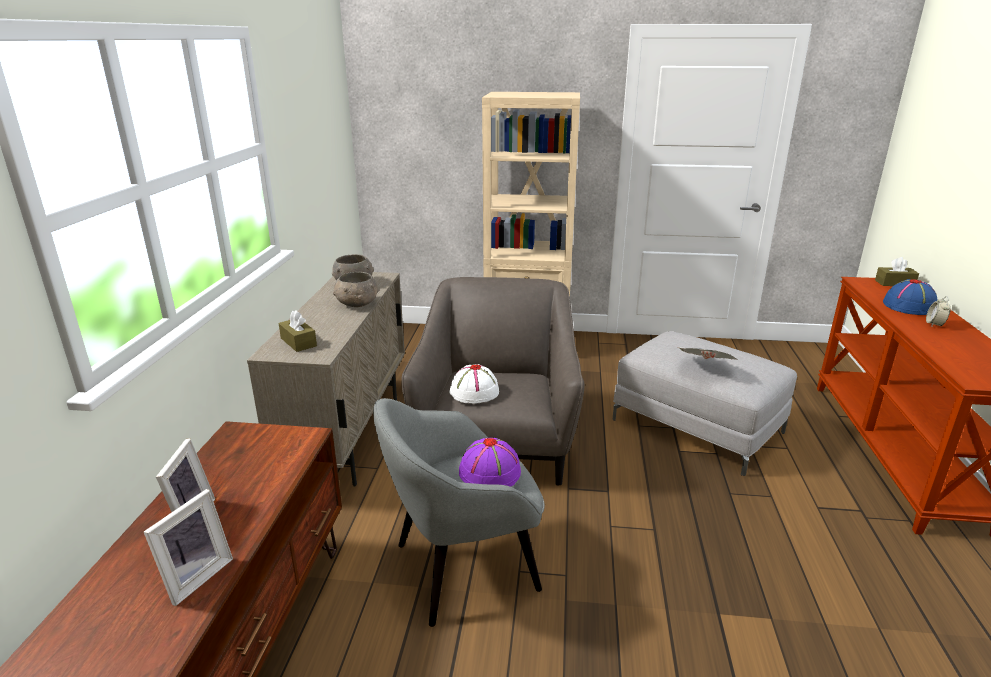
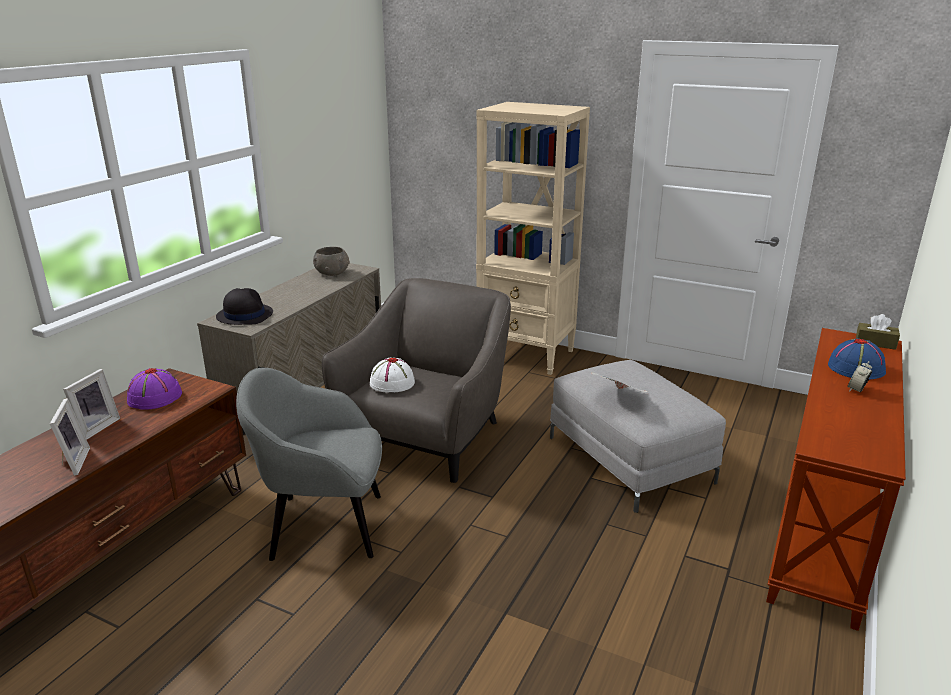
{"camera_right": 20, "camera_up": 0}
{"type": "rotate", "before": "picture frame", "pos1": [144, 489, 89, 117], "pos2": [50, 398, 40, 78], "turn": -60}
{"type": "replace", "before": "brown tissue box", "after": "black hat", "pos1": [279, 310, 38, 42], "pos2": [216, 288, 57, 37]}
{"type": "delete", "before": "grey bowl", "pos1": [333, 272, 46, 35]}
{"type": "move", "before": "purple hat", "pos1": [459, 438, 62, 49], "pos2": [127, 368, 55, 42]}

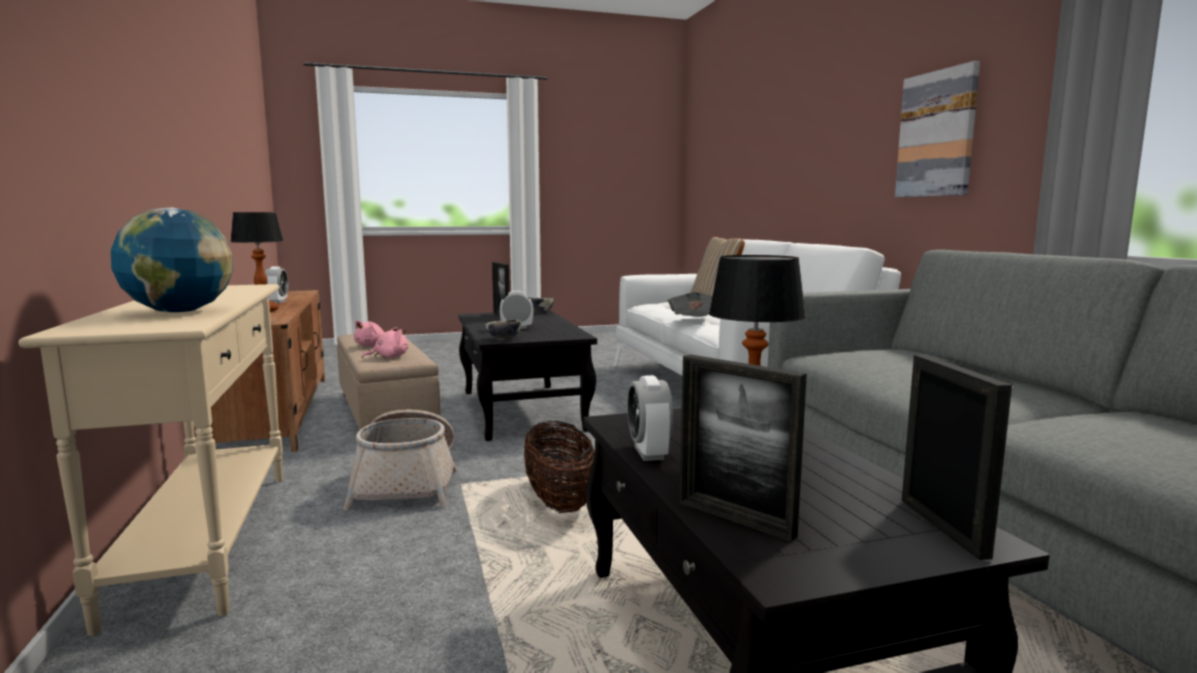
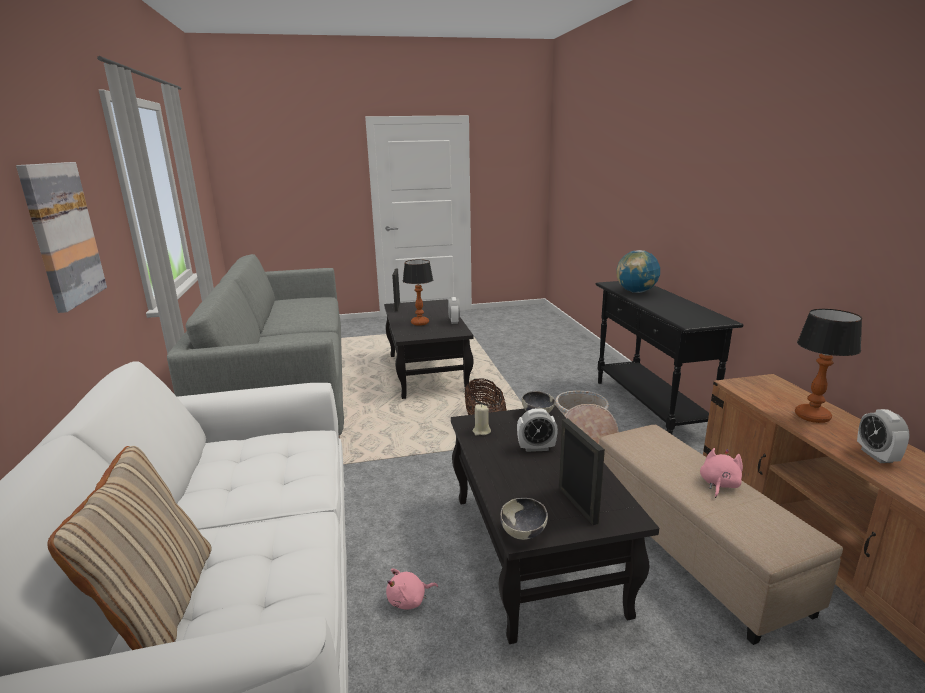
{"camera_right": -175, "camera_up": 10}
{"type": "recolor", "before": "beige console table", "after": "black console table", "pos1": [18, 284, 265, 352], "pos2": [596, 281, 147, 153]}
{"type": "move", "before": "pink plush toy", "pos1": [362, 327, 46, 31], "pos2": [386, 569, 52, 41]}
{"type": "delete", "before": "newspaper", "pos1": [667, 293, 45, 24]}
{"type": "delete", "before": "picture frame", "pos1": [680, 354, 127, 188]}
{"type": "insert", "after": "beige candle", "pos2": [472, 404, 19, 32]}

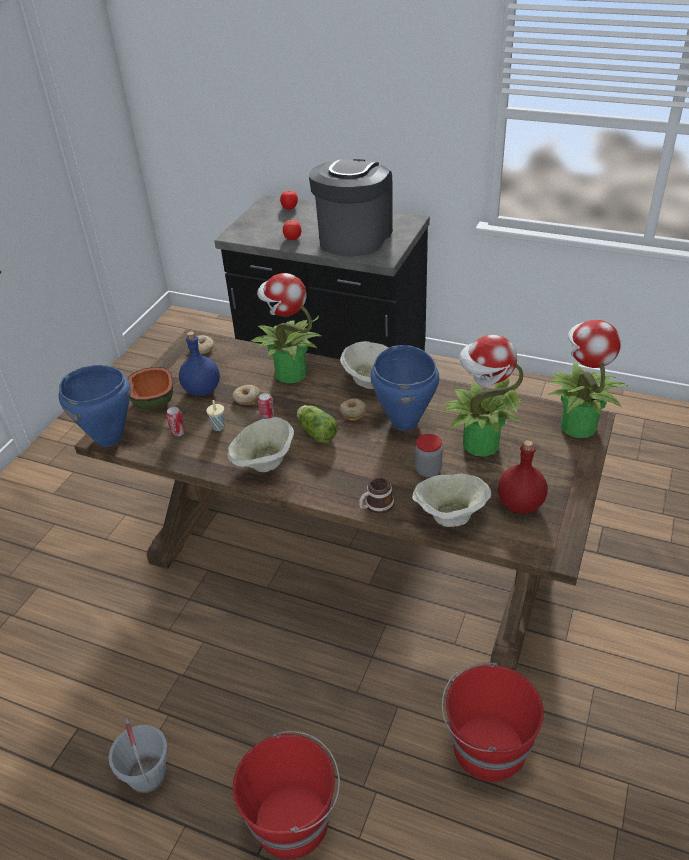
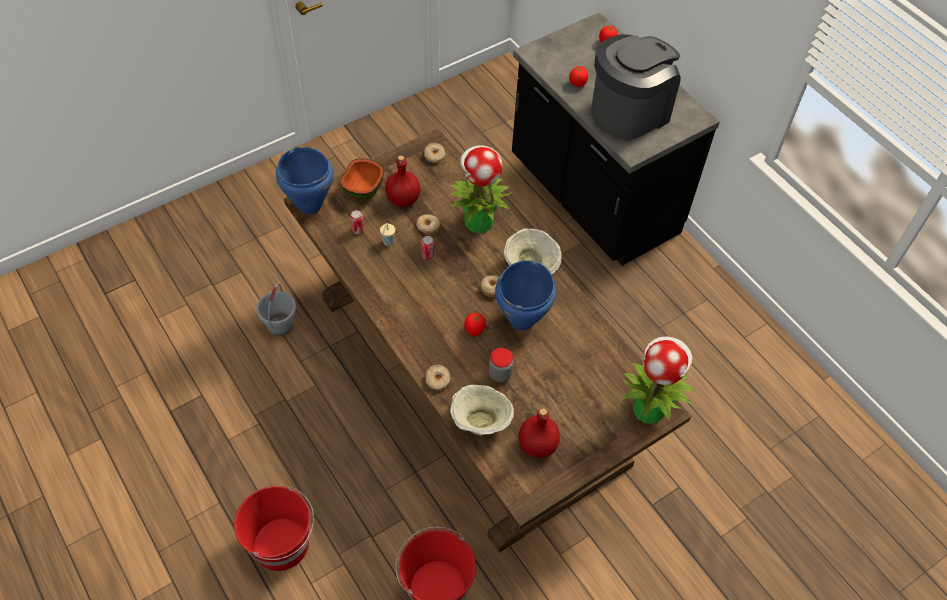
{"camera_right": 30, "camera_up": 15}
{"type": "move", "before": "grey bucket", "pos1": [109, 717, 59, 76], "pos2": [256, 283, 40, 53]}
{"type": "recolor", "before": "blue bottle", "after": "red bottle", "pos1": [179, 331, 41, 65], "pos2": [385, 155, 36, 52]}
{"type": "delete", "before": "beige bowl", "pos1": [228, 417, 66, 55]}
{"type": "delete", "before": "lettuce", "pos1": [297, 405, 41, 38]}
{"type": "replace", "before": "mug", "after": "donut", "pos1": [359, 478, 35, 36], "pos2": [425, 365, 25, 25]}
{"type": "delete", "before": "potted plant", "pos1": [443, 335, 80, 122]}
{"type": "insert", "after": "tomato", "pos2": [464, 313, 22, 23]}

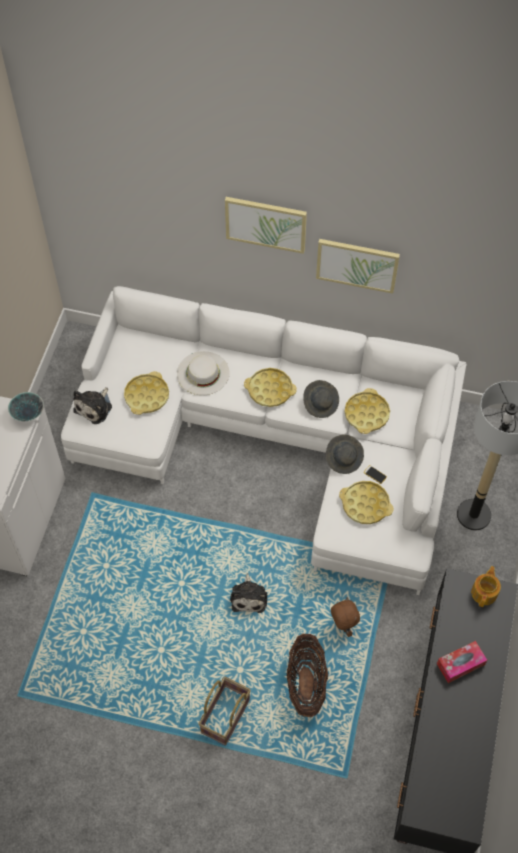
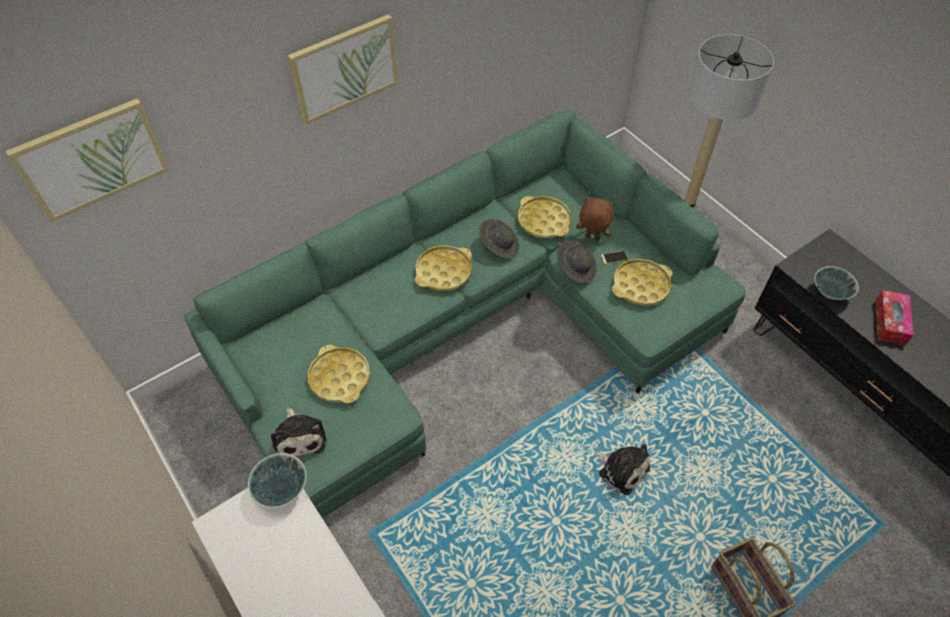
{"camera_right": -50, "camera_up": -5}
{"type": "recolor", "before": "white sofa", "after": "green sofa", "pos1": [61, 286, 406, 309], "pos2": [184, 110, 562, 408]}
{"type": "delete", "before": "white hat", "pos1": [177, 351, 53, 44]}
{"type": "delete", "before": "basket", "pos1": [286, 634, 42, 83]}
{"type": "move", "before": "picture", "pos1": [316, 239, 84, 55], "pos2": [6, 98, 163, 124]}
{"type": "move", "before": "brown plush toy", "pos1": [331, 598, 29, 39], "pos2": [576, 197, 39, 44]}
{"type": "delete", "before": "teapot", "pos1": [471, 566, 30, 41]}
{"type": "insert", "after": "bowl", "pos2": [814, 266, 45, 34]}

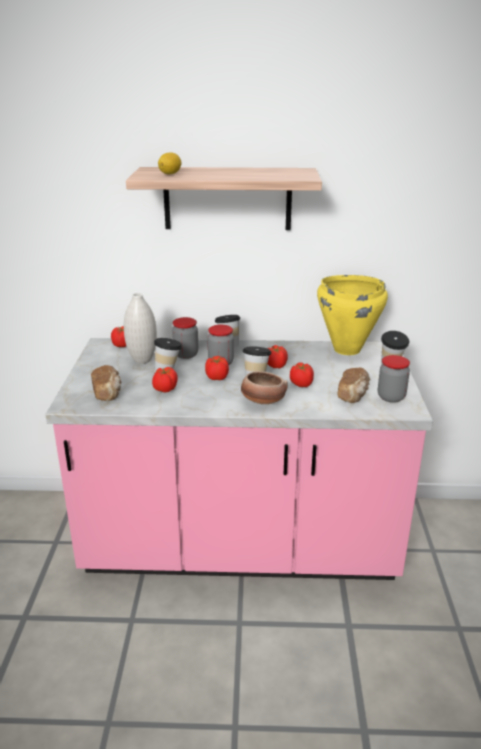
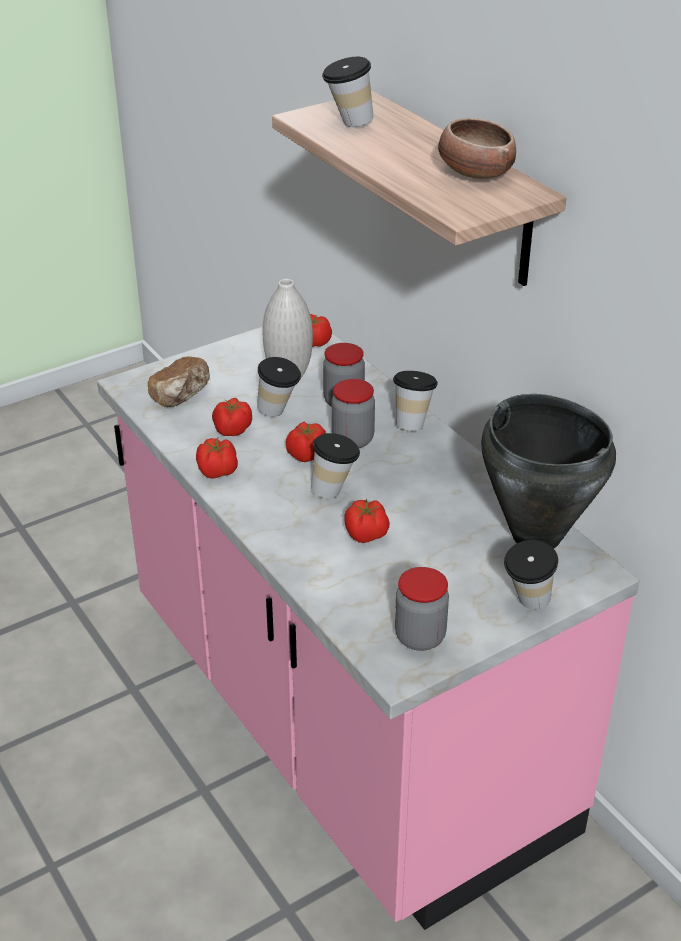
{"camera_right": 55, "camera_up": 10}
{"type": "replace", "before": "lemon", "after": "cup", "pos1": [158, 152, 23, 22], "pos2": [322, 57, 52, 70]}
{"type": "move", "before": "bowl", "pos1": [241, 371, 47, 33], "pos2": [438, 118, 78, 61]}
{"type": "move", "before": "tomato", "pos1": [267, 345, 21, 23], "pos2": [196, 438, 42, 41]}
{"type": "recolor", "before": "yellow cooking pot", "after": "black cooking pot", "pos1": [317, 275, 71, 80], "pos2": [481, 394, 135, 155]}
{"type": "delete", "before": "bread", "pos1": [338, 367, 33, 36]}

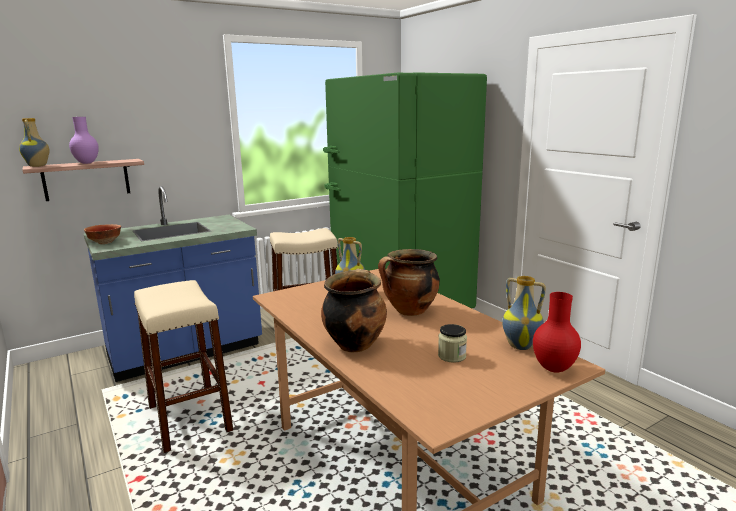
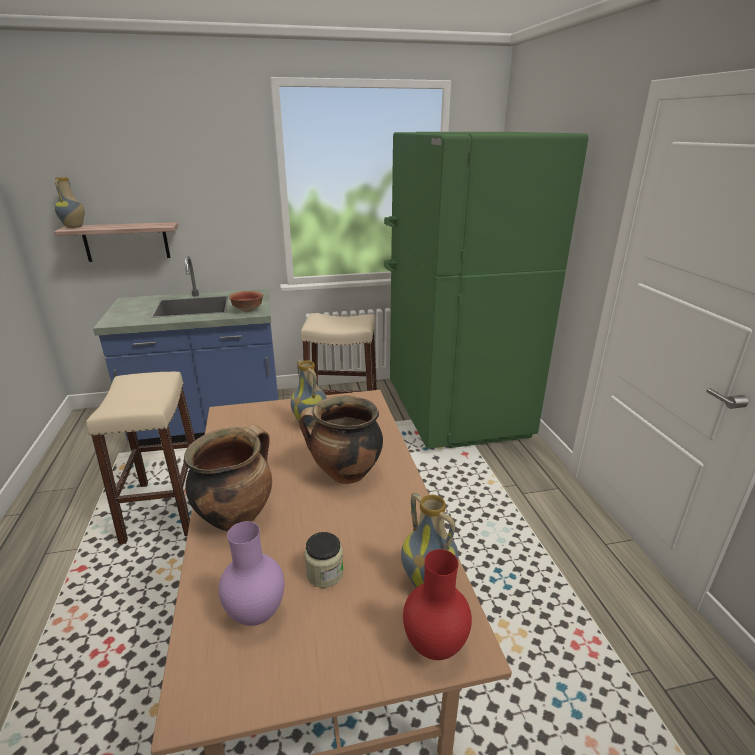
{"camera_right": 20, "camera_up": 10}
{"type": "move", "before": "purple vase", "pos1": [69, 117, 30, 47], "pos2": [219, 521, 66, 105]}
{"type": "move", "before": "bowl", "pos1": [84, 224, 37, 20], "pos2": [229, 291, 34, 21]}

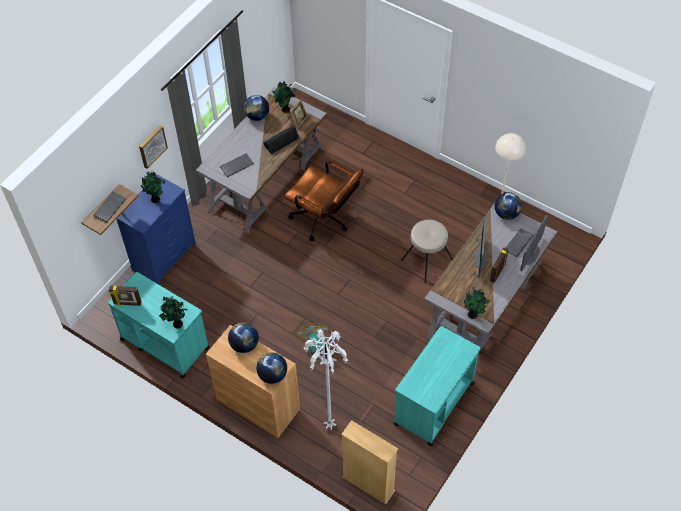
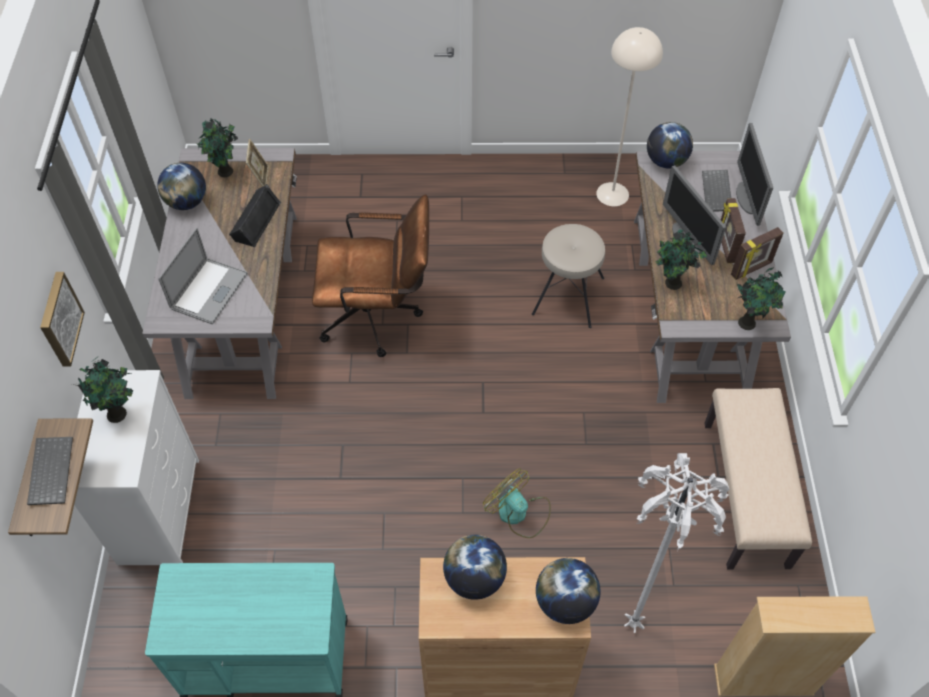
{"camera_right": -35, "camera_up": 0}
{"type": "move", "before": "picture frame", "pos1": [109, 285, 32, 21], "pos2": [731, 227, 53, 53]}
{"type": "recolor", "before": "blue dresser", "after": "white dresser", "pos1": [117, 175, 79, 109], "pos2": [74, 370, 125, 195]}
{"type": "move", "before": "potted plant", "pos1": [159, 296, 29, 32], "pos2": [655, 229, 52, 61]}
{"type": "replace", "before": "keyboard", "after": "laptop", "pos1": [220, 153, 34, 24], "pos2": [159, 228, 89, 96]}
{"type": "replace", "before": "turquoise cart", "after": "beige bench", "pos1": [394, 326, 86, 120], "pos2": [704, 388, 108, 182]}

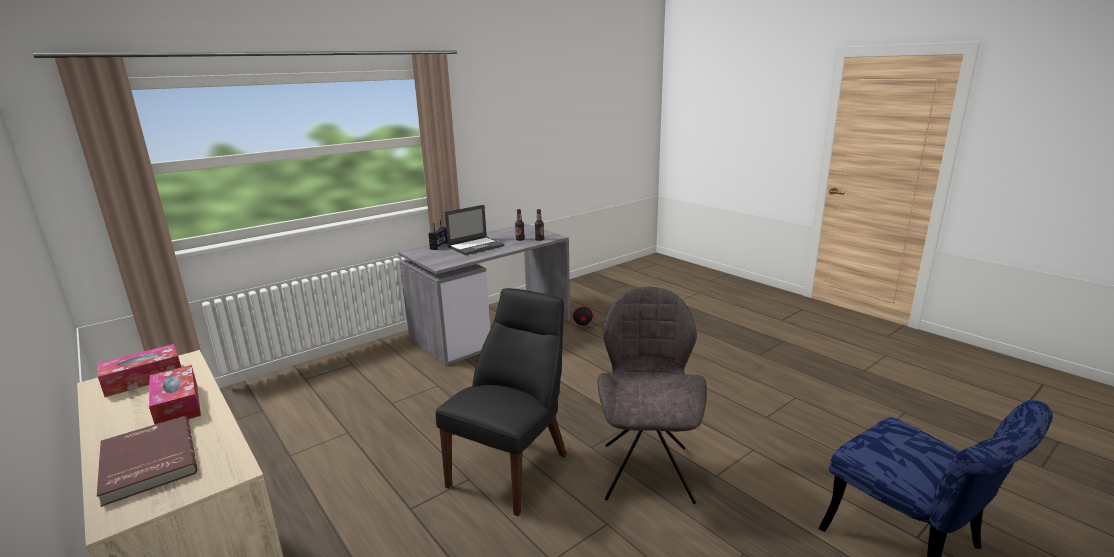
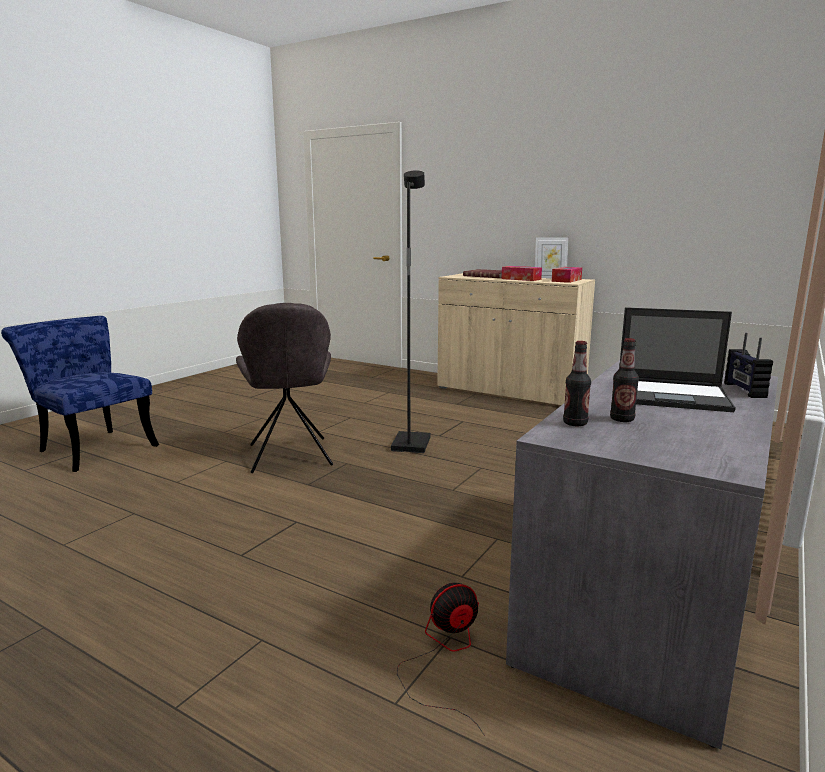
{"camera_right": 160, "camera_up": -5}
{"type": "replace", "before": "black chair", "after": "black floor lamp", "pos1": [435, 288, 132, 228], "pos2": [391, 171, 40, 282]}
{"type": "rotate", "before": "laptop", "pos1": [445, 205, 60, 50], "pos2": [619, 307, 117, 105], "turn": -105}
{"type": "insert", "after": "picture frame", "pos2": [535, 238, 33, 40]}

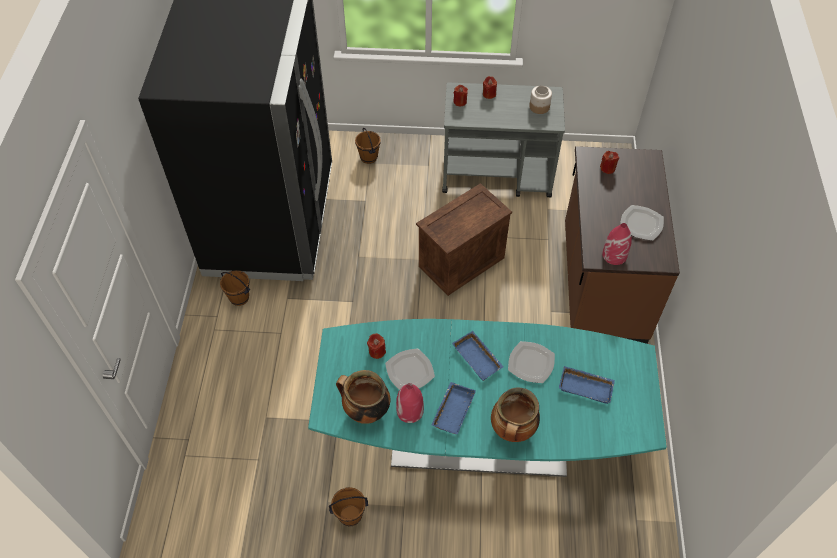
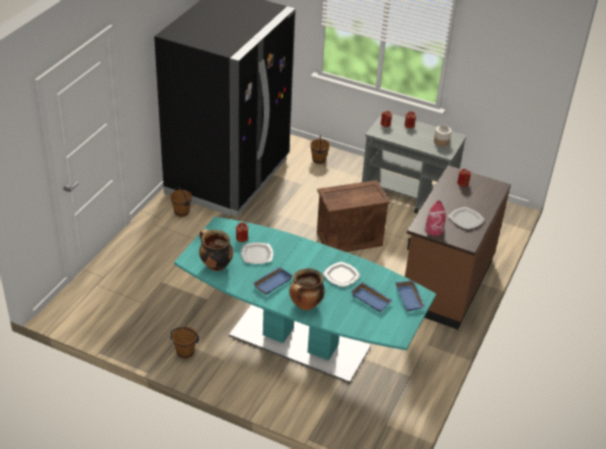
{"camera_right": 20, "camera_up": -15}
{"type": "delete", "before": "red vase", "pos1": [396, 383, 28, 40]}
{"type": "move", "before": "blue tray", "pos1": [452, 331, 52, 50], "pos2": [395, 280, 30, 32]}

